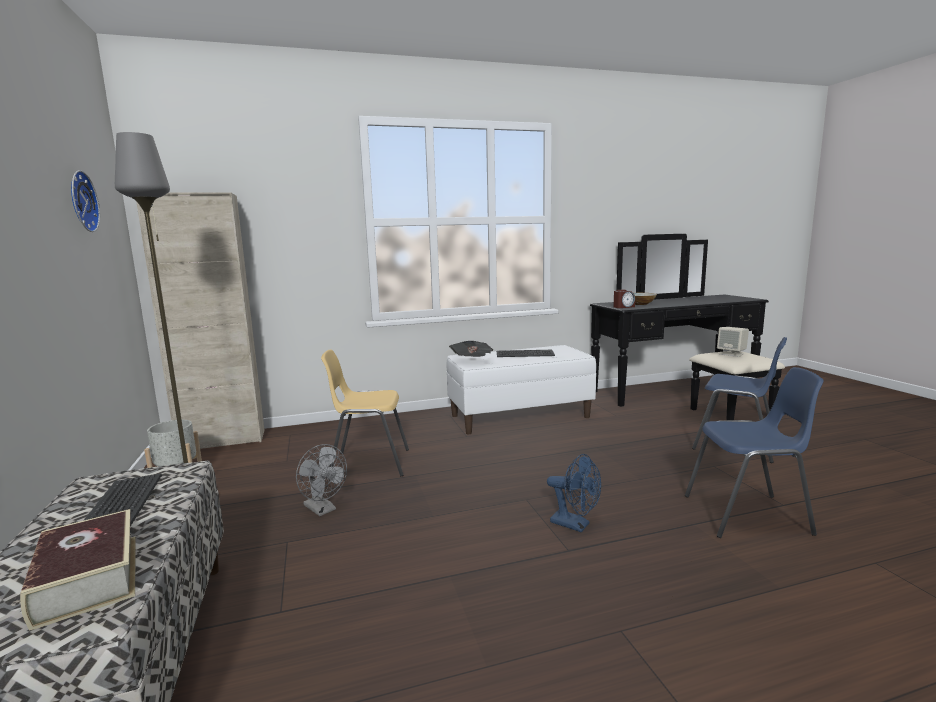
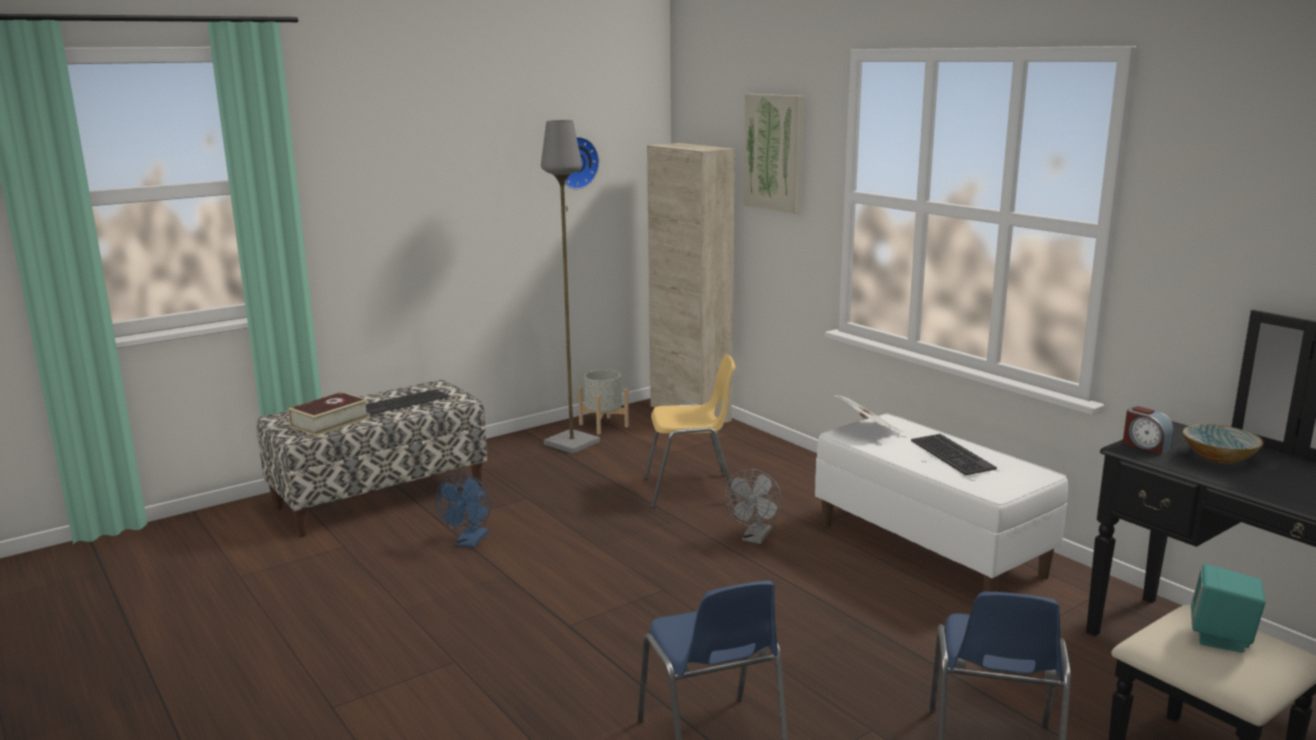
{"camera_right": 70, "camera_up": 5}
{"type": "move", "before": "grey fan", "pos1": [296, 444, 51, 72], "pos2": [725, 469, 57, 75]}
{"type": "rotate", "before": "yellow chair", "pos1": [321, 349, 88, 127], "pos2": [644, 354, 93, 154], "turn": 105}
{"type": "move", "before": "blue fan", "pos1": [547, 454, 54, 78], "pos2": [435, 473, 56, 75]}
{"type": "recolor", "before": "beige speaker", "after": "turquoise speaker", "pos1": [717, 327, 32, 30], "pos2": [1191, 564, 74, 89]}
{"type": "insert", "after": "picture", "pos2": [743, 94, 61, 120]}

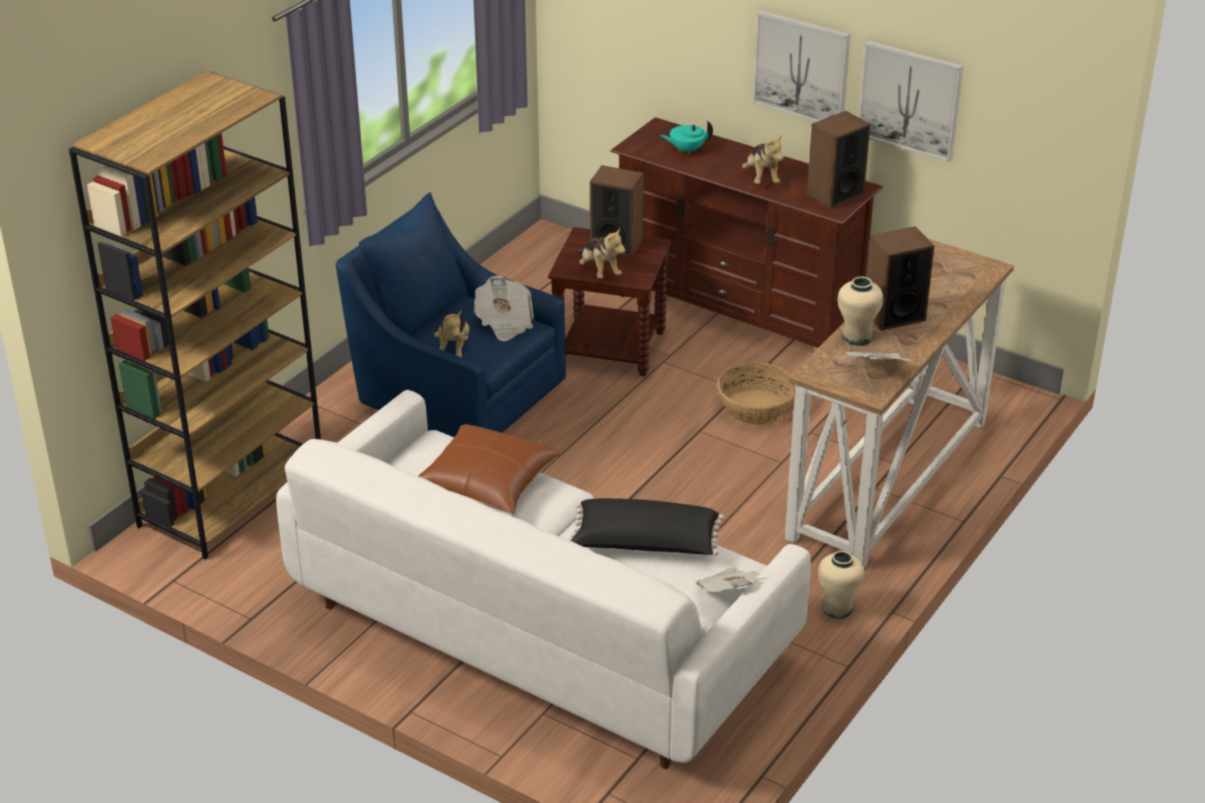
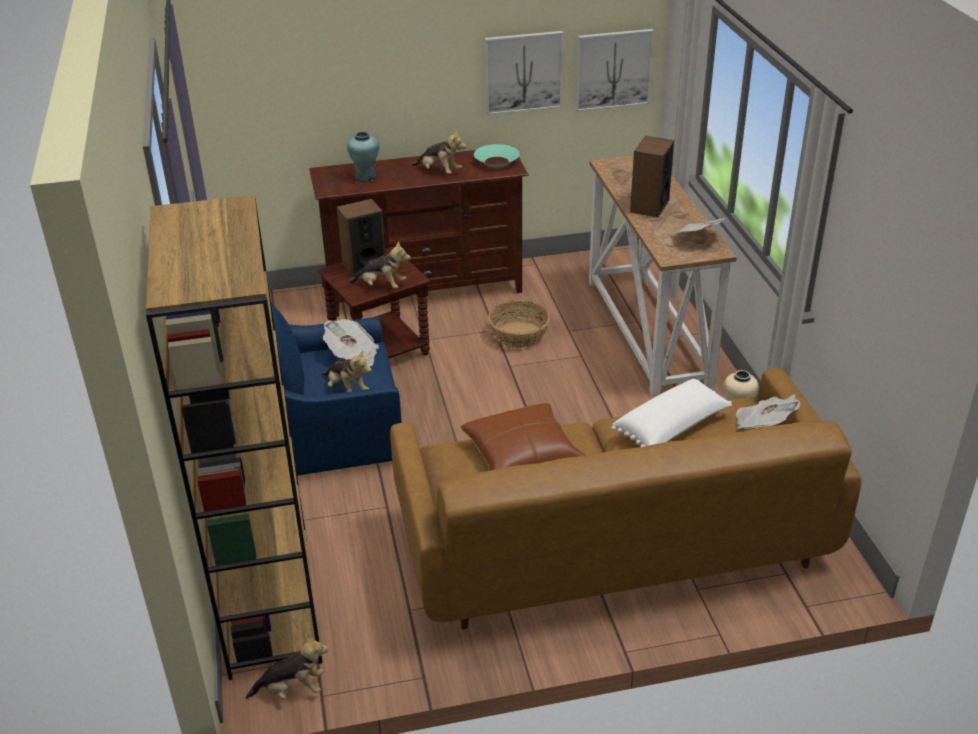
{"camera_right": -45, "camera_up": 0}
{"type": "recolor", "before": "white sofa", "after": "brown sofa", "pos1": [276, 390, 535, 379], "pos2": [390, 368, 472, 262]}
{"type": "recolor", "before": "black pillow", "after": "white pillow", "pos1": [567, 498, 157, 58], "pos2": [611, 379, 121, 68]}
{"type": "replace", "before": "turquoise teapot", "after": "turquoise vase", "pos1": [660, 121, 53, 33], "pos2": [347, 131, 32, 51]}
{"type": "move", "before": "picture", "pos1": [752, 10, 98, 112], "pos2": [575, 29, 79, 83]}
{"type": "replace", "before": "speaker", "after": "turquoise bowl", "pos1": [807, 111, 63, 98], "pos2": [474, 144, 46, 23]}
{"type": "delete", "before": "beige vase", "pos1": [838, 277, 45, 69]}
{"type": "insert", "after": "plush toy", "pos2": [246, 633, 82, 67]}

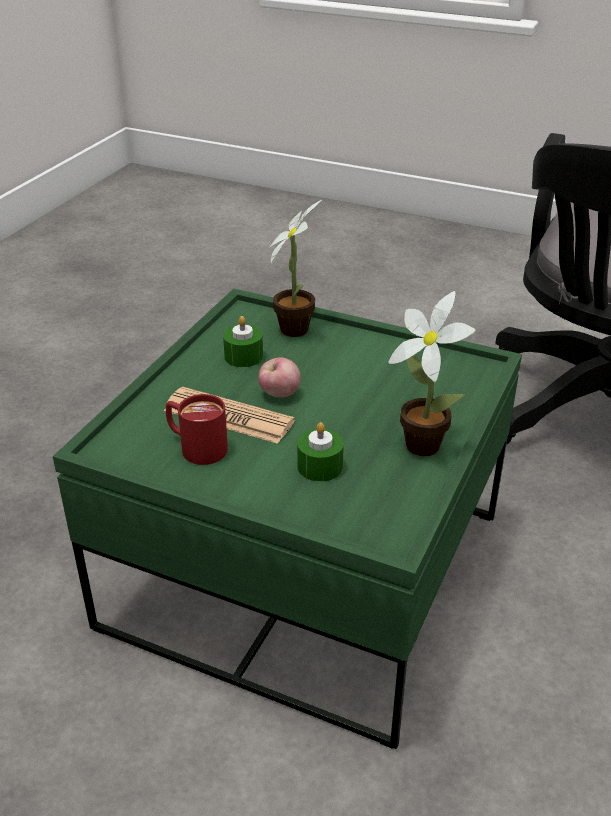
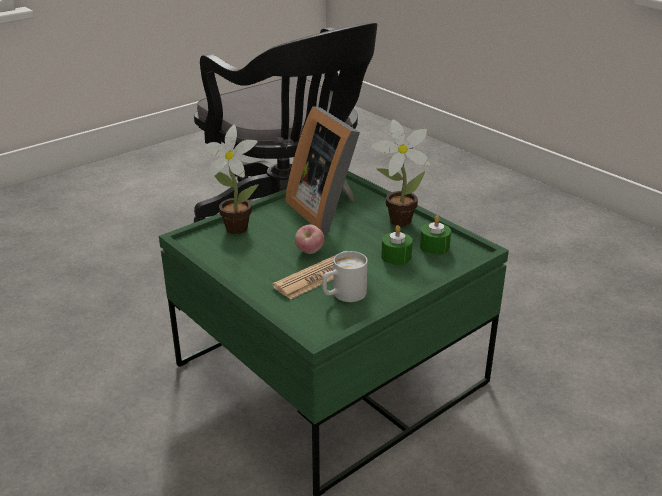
{"camera_right": -65, "camera_up": -5}
{"type": "recolor", "before": "red mug", "after": "white mug", "pos1": [166, 394, 62, 71], "pos2": [322, 251, 46, 51]}
{"type": "move", "before": "green candle", "pos1": [223, 316, 40, 51], "pos2": [420, 216, 31, 39]}
{"type": "insert", "after": "picture frame", "pos2": [285, 106, 75, 127]}

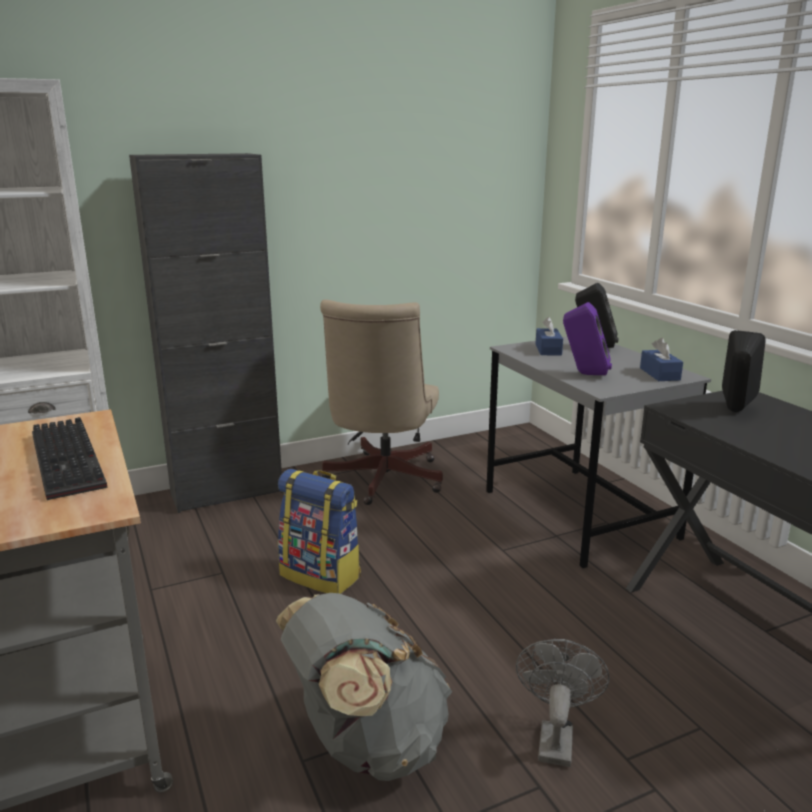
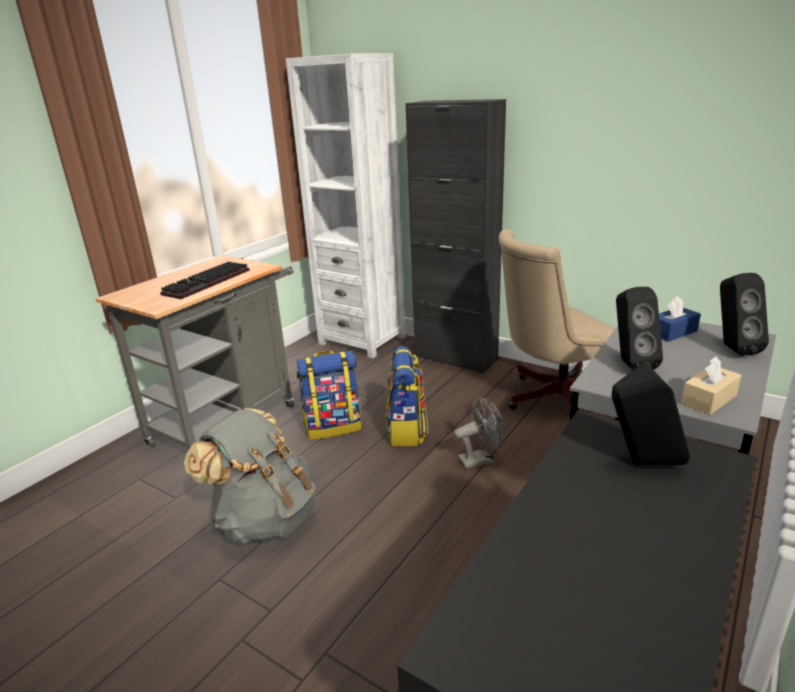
{"camera_right": 60, "camera_up": 5}
{"type": "move", "before": "grey fan", "pos1": [516, 639, 94, 128], "pos2": [454, 397, 51, 72]}
{"type": "recolor", "before": "purple speaker", "after": "black speaker", "pos1": [563, 302, 49, 73], "pos2": [616, 287, 47, 84]}
{"type": "recolor", "before": "blue tissue box", "after": "beige tissue box", "pos1": [640, 338, 43, 43], "pos2": [681, 356, 61, 59]}
{"type": "insert", "after": "backpack", "pos2": [297, 351, 65, 89]}

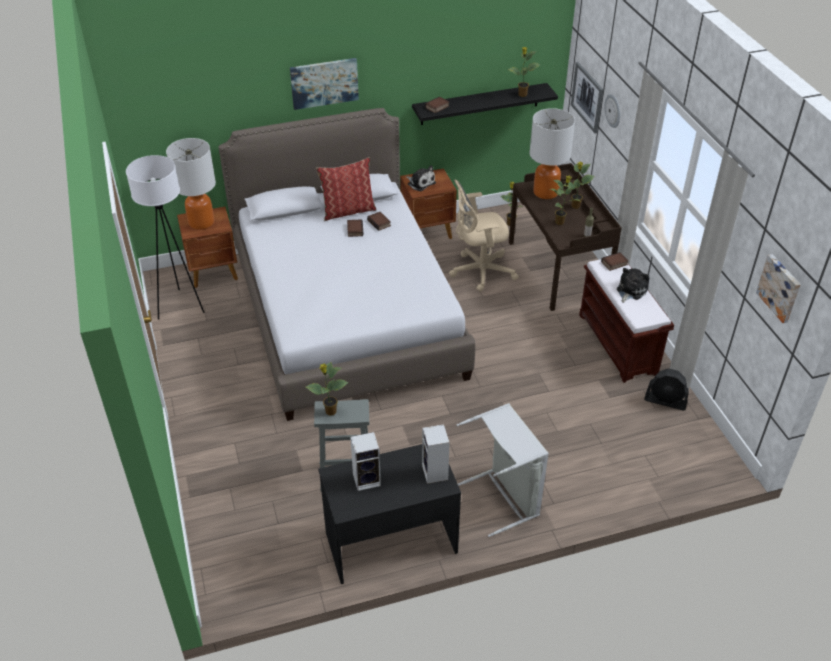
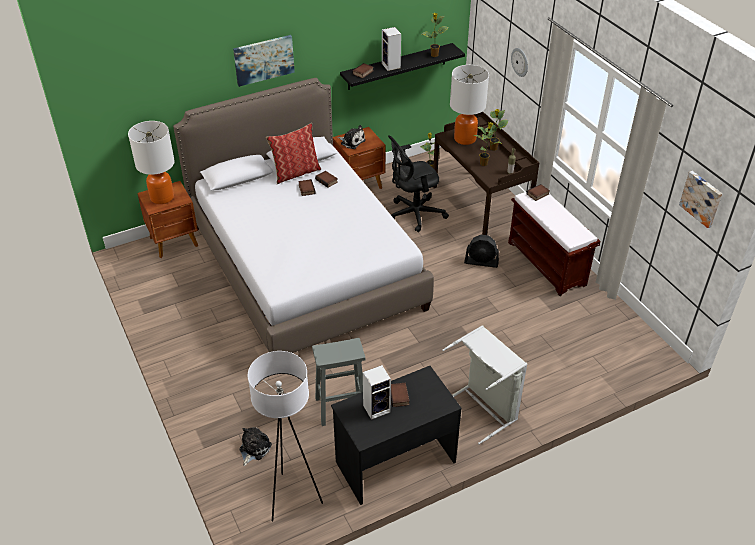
{"camera_right": -10, "camera_up": 0}
{"type": "move", "before": "white floor lamp", "pos1": [126, 155, 79, 164], "pos2": [248, 351, 75, 171]}
{"type": "delete", "before": "potted plant", "pos1": [306, 362, 43, 54]}
{"type": "move", "before": "speaker", "pos1": [422, 424, 28, 60], "pos2": [382, 27, 19, 44]}
{"type": "recolor", "before": "beige office chair", "after": "black office chair", "pos1": [449, 180, 70, 112], "pos2": [388, 135, 61, 97]}
{"type": "delete", "before": "picture", "pos1": [571, 62, 32, 71]}
{"type": "move", "before": "plush toy", "pos1": [617, 268, 32, 35], "pos2": [240, 427, 32, 39]}
{"type": "move", "before": "black fan", "pos1": [644, 368, 45, 43], "pos2": [464, 234, 35, 34]}
{"type": "insert", "after": "book", "pos2": [391, 383, 19, 24]}

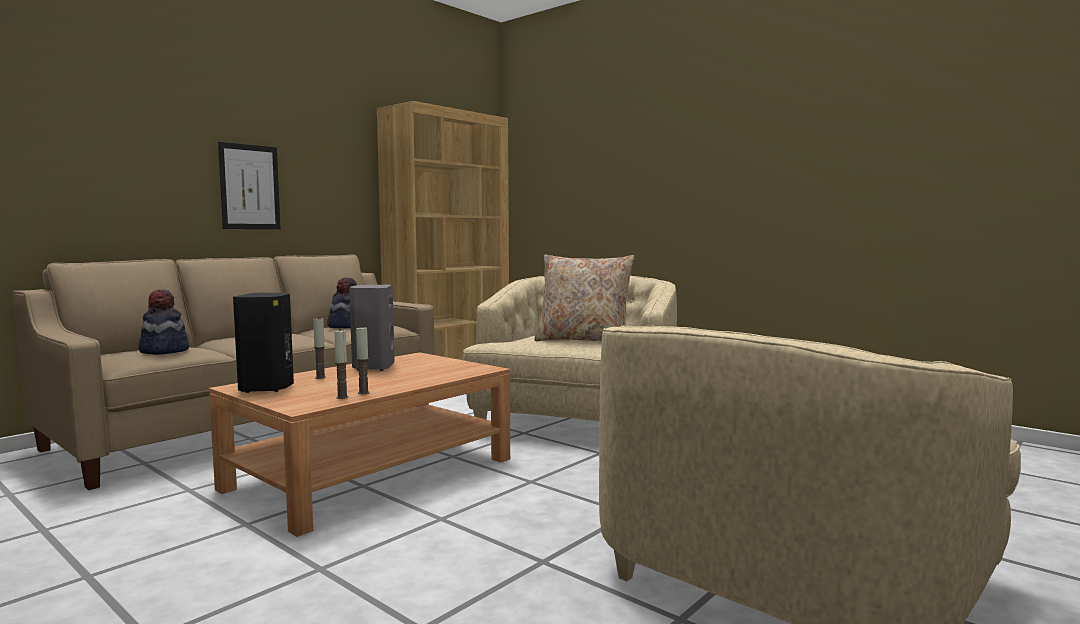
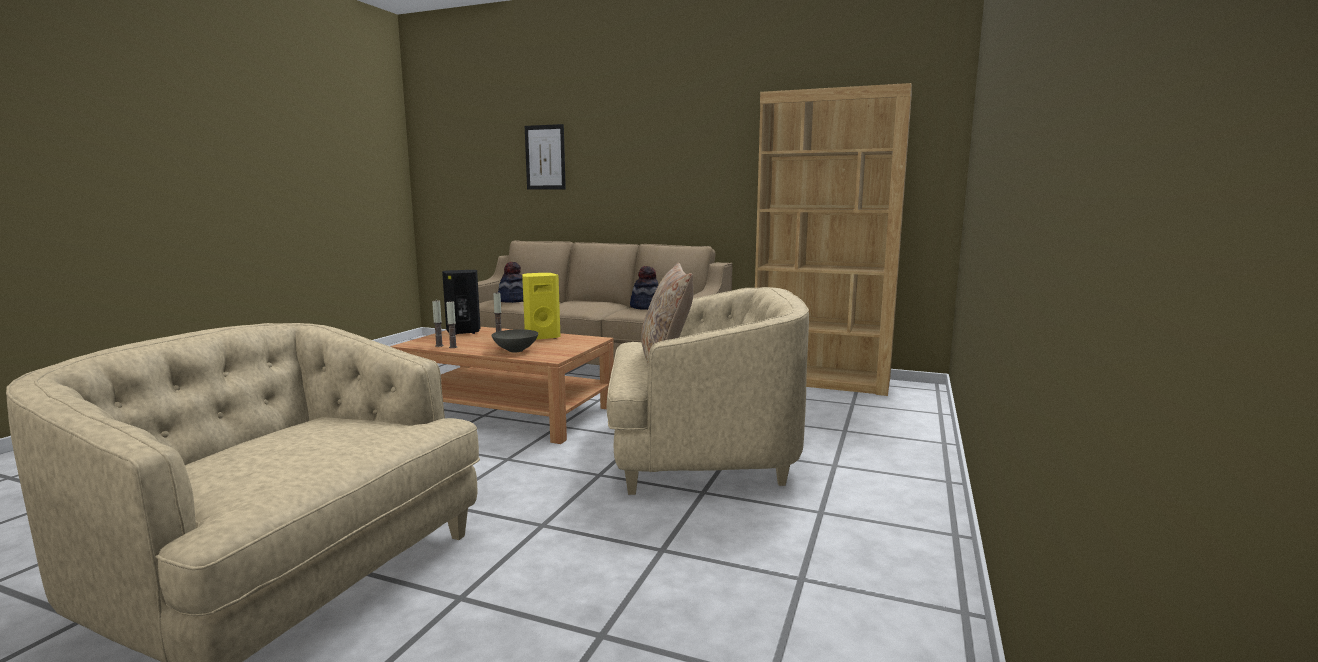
{"camera_right": 70, "camera_up": 5}
{"type": "move", "before": "picture", "pos1": [218, 142, 63, 87], "pos2": [525, 124, 41, 66]}
{"type": "recolor", "before": "grey speaker", "after": "yellow speaker", "pos1": [349, 285, 46, 86], "pos2": [522, 273, 38, 67]}
{"type": "insert", "after": "grey bowl", "pos2": [492, 329, 46, 23]}

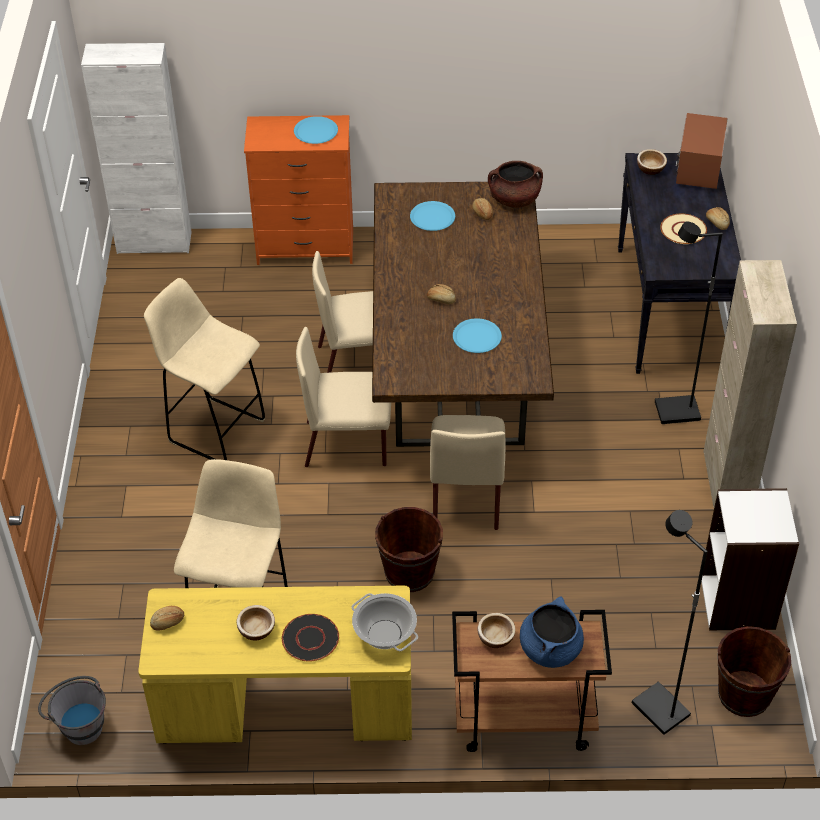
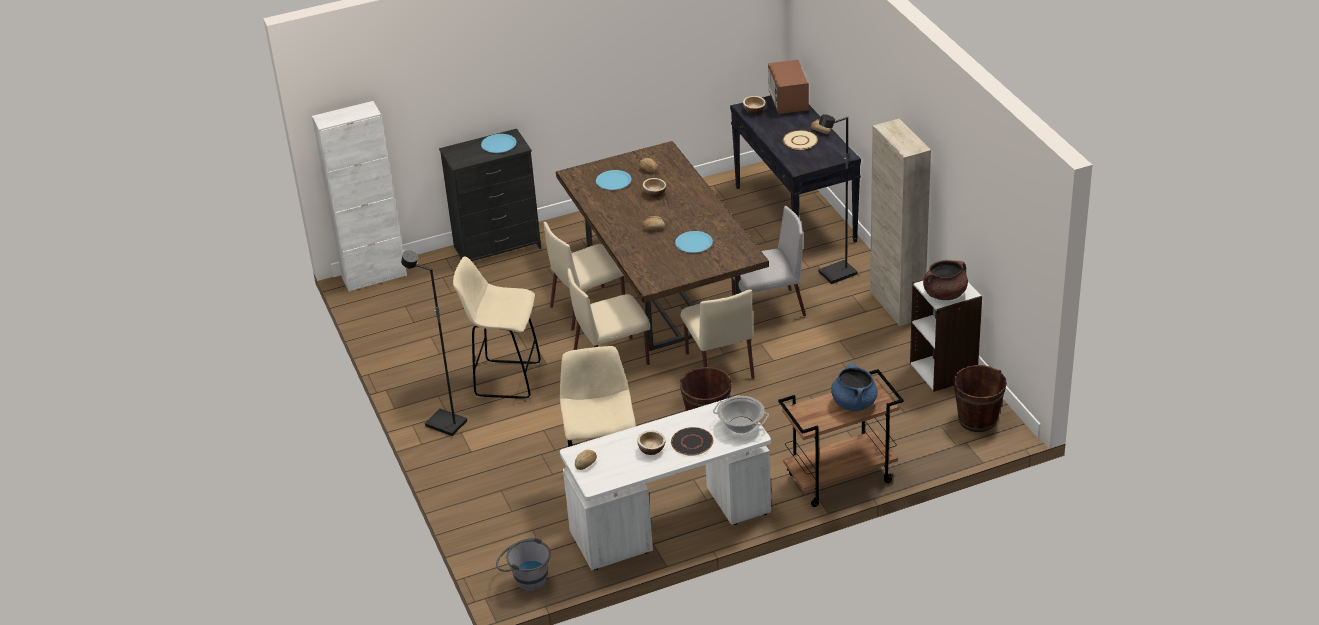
{"camera_right": -20, "camera_up": -10}
{"type": "recolor", "before": "yellow desk", "after": "white desk", "pos1": [138, 586, 274, 158], "pos2": [560, 398, 211, 172]}
{"type": "recolor", "before": "orange dresser", "after": "black dresser", "pos1": [244, 115, 109, 150], "pos2": [439, 129, 102, 132]}
{"type": "move", "before": "bowl", "pos1": [478, 613, 38, 35], "pos2": [643, 178, 23, 19]}
{"type": "move", "before": "brown cooking pot", "pos1": [488, 161, 55, 47], "pos2": [923, 260, 45, 40]}
{"type": "move", "before": "black floor lamp", "pos1": [632, 510, 76, 225], "pos2": [401, 251, 66, 185]}
{"type": "insert", "after": "grey chair", "pos2": [731, 206, 75, 111]}

